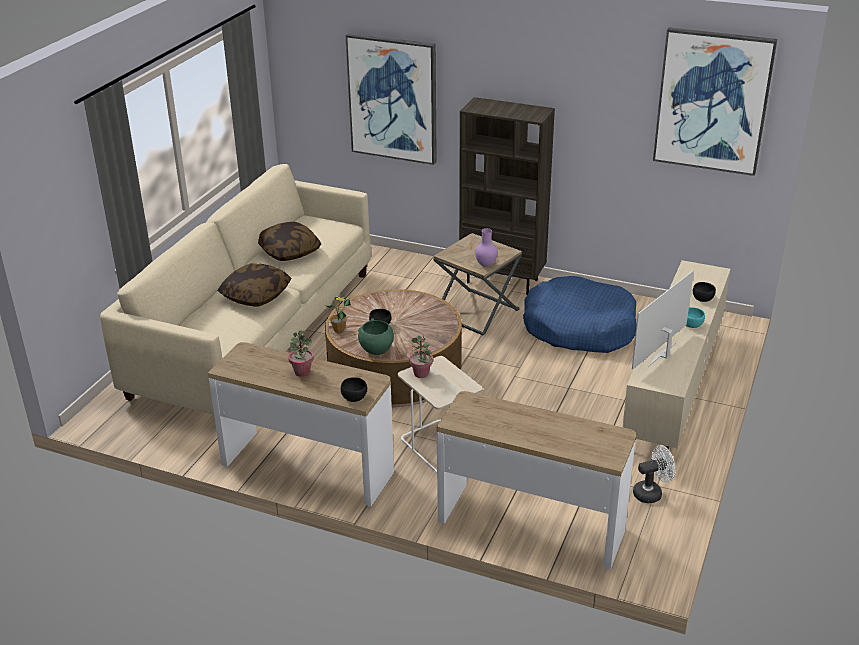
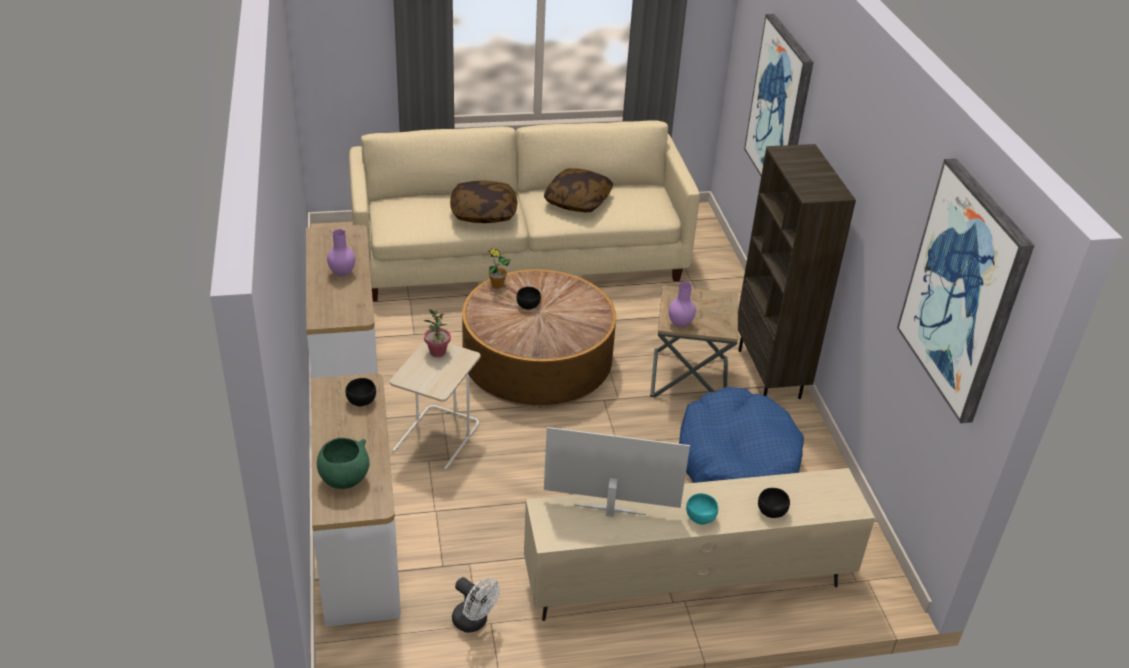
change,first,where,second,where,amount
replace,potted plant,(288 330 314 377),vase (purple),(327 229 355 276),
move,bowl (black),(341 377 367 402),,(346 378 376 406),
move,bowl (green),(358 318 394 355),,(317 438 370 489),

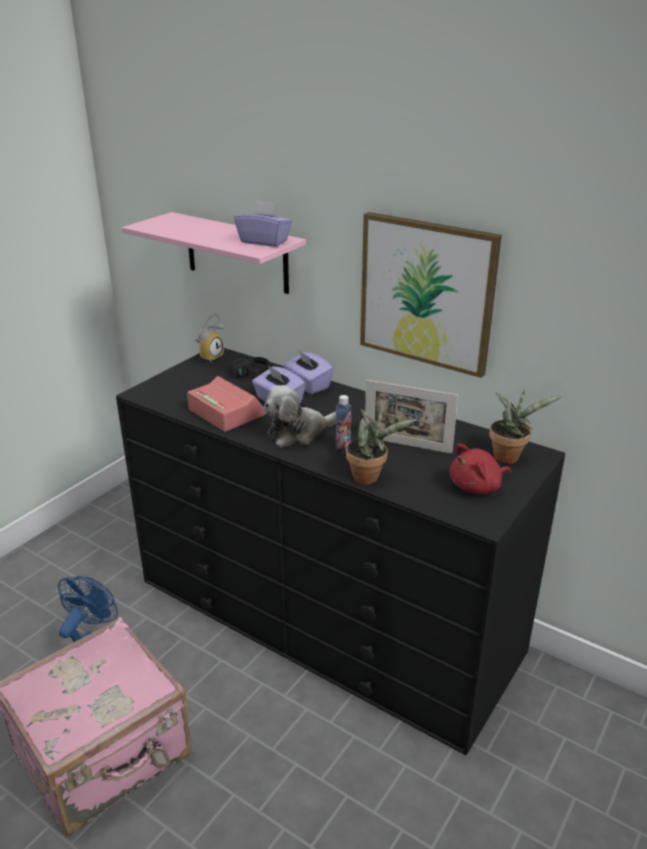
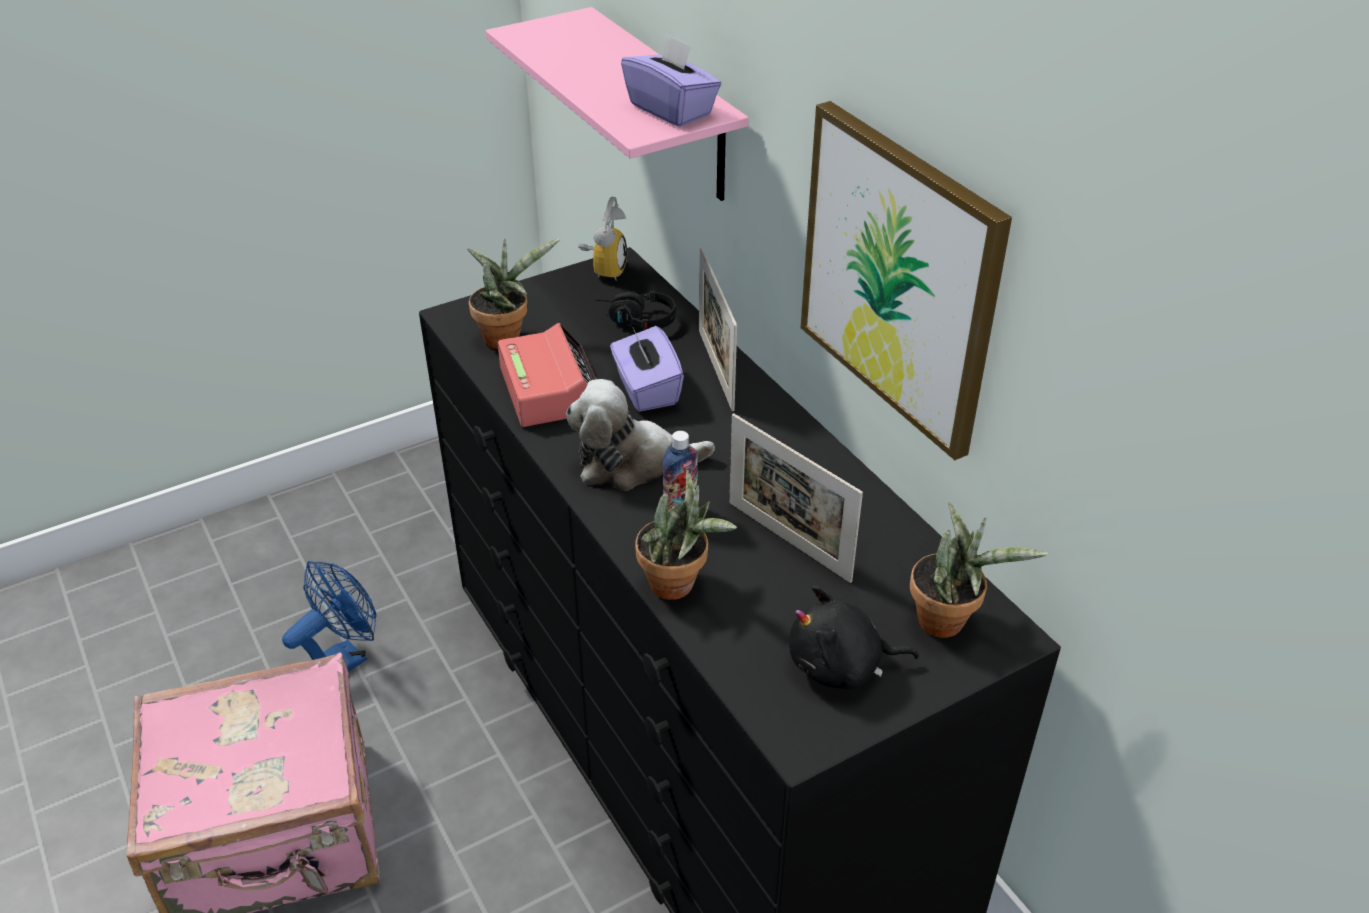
change,first,where,second,where,amount
rotate,alarm clock,(194 314 224 362),,(578 197 627 281),45 degrees counterclockwise
replace,tissue box (purple),(283 350 334 394),picture frame,(699 248 737 411),
recolor,plush toy (red),(450 444 512 494),plush toy (black),(789 586 919 689),
insert,,,potted plant,(467 238 560 349),

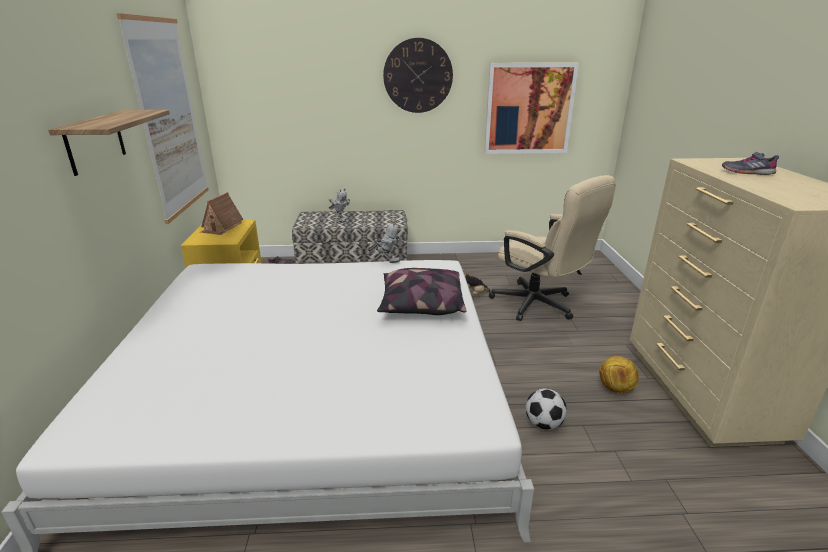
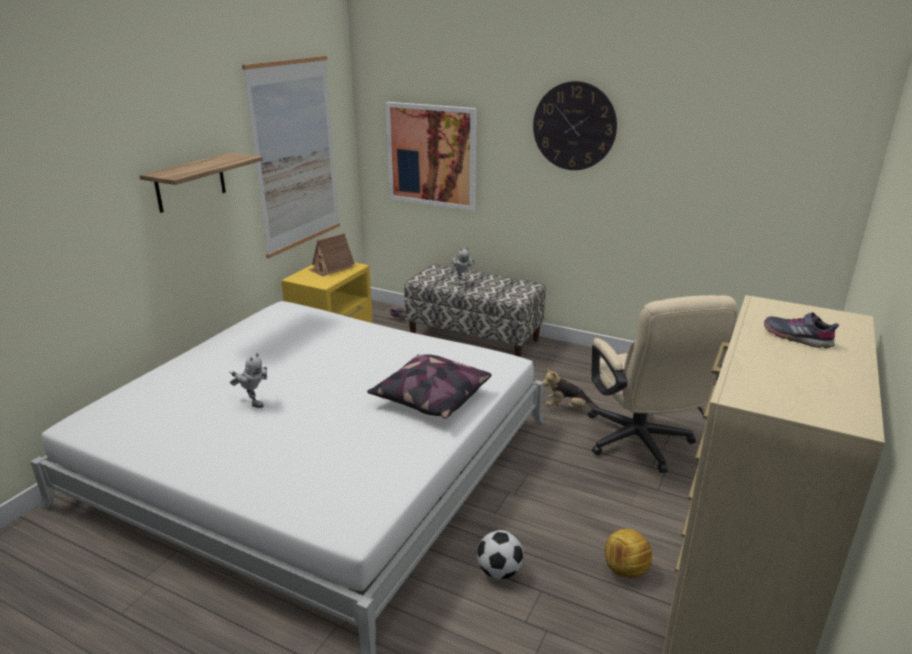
change,first,where,second,where,amount
move,toy robot,(368 221 402 263),,(229 353 267 408),
move,picture,(484 63 579 154),,(386 102 477 211),

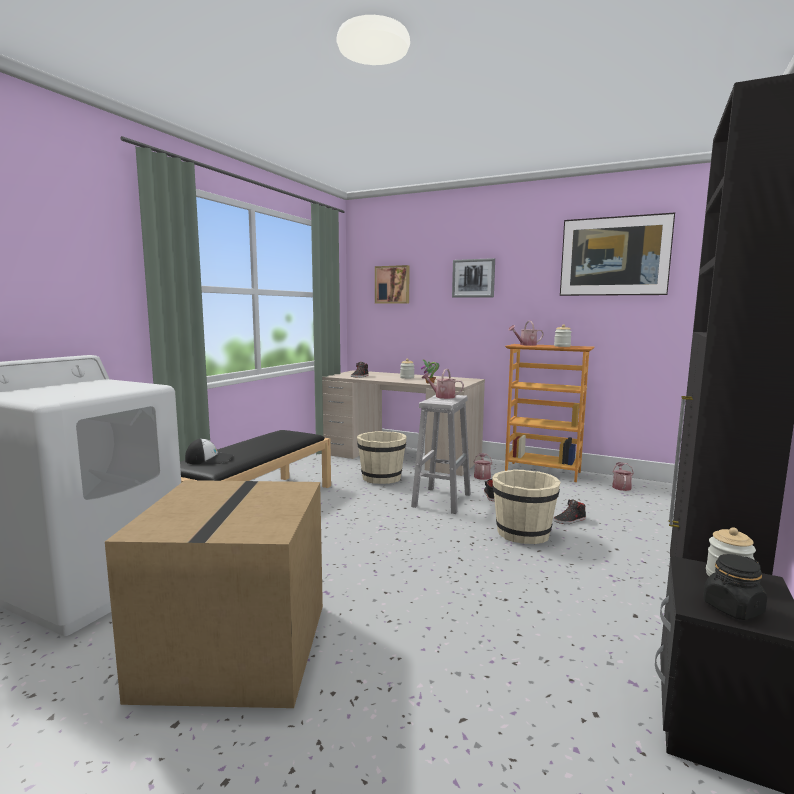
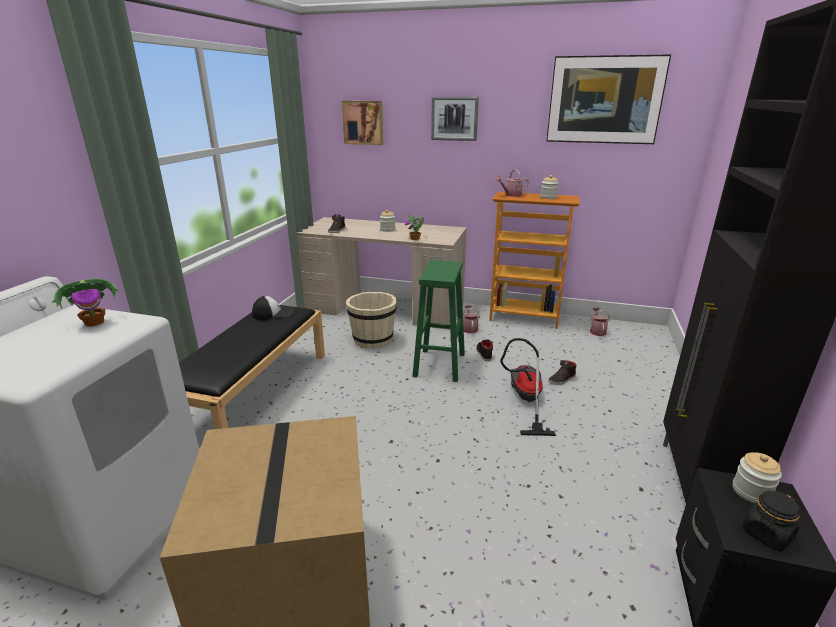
change,first,where,second,where,amount
move,cap,(185 439 233 464),,(252 296 294 320),
recolor,stool (white),(411 395 471 514),stool (green),(412 260 465 382),
delete,watering can,(422 369 464 399),,,
replace,bucket (beige),(492 469 561 544),vacuum cleaner,(500 338 556 436),
insert,,,potted plant,(52 279 119 327),

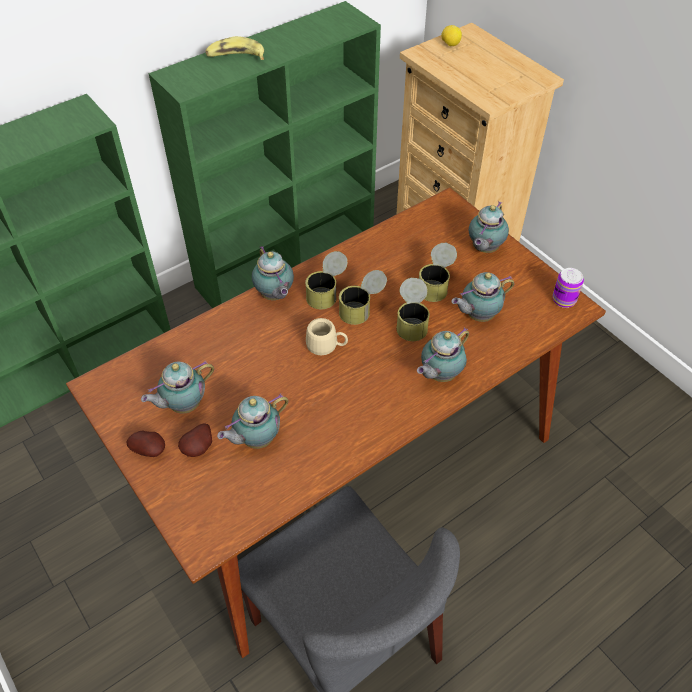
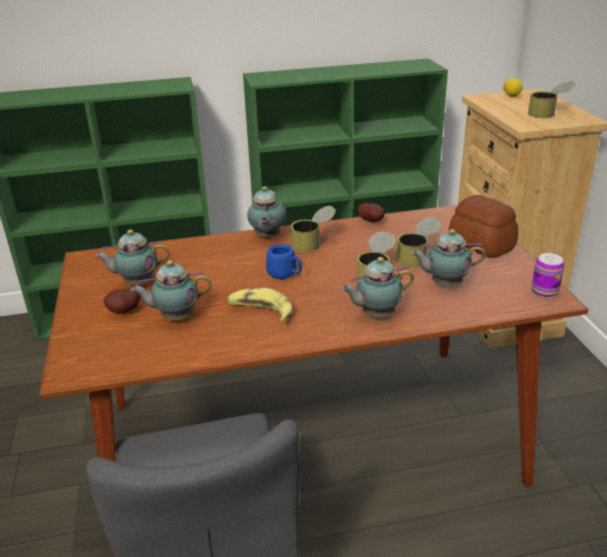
change,first,where,second,where,amount
move,potato,(126 430 165 457),,(357 203 385 222),
move,banana,(206 36 264 60),,(227 288 293 322),
recolor,mug (beige),(306 318 348 355),mug (blue),(266 244 302 279),
move,can,(339 270 387 325),,(528 81 575 118),
replace,teapot,(469 202 509 253),bread,(449 195 518 258),

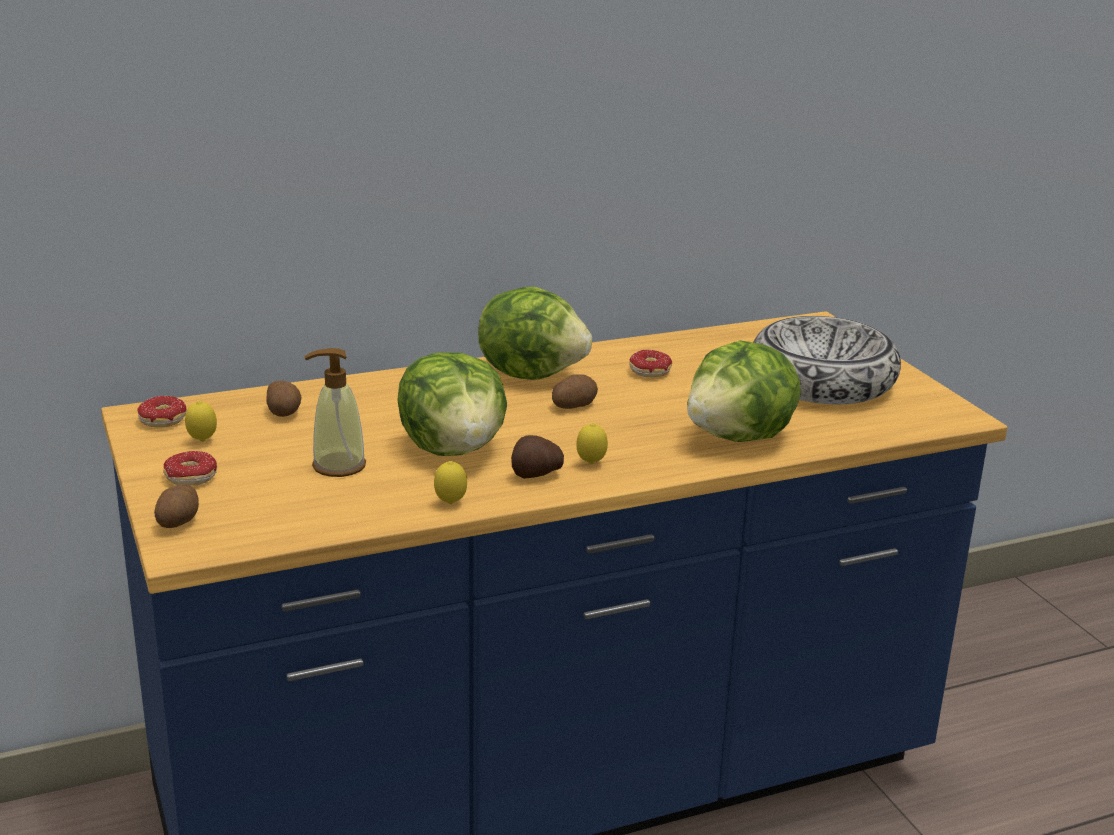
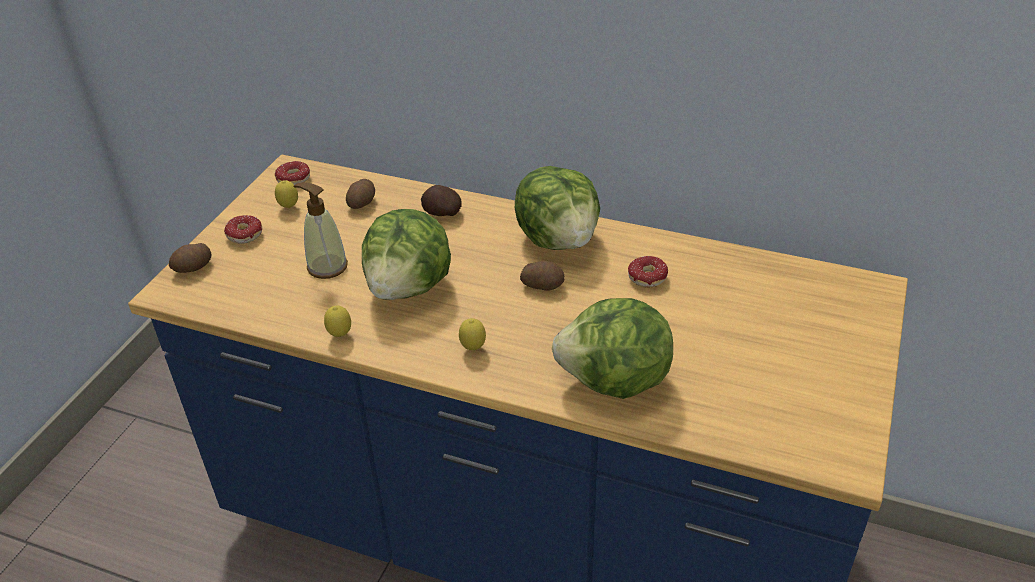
change,first,where,second,where,amount
move,potato,(511 435 564 479),,(421 185 462 216),
delete,bowl,(753 316 901 404),,,

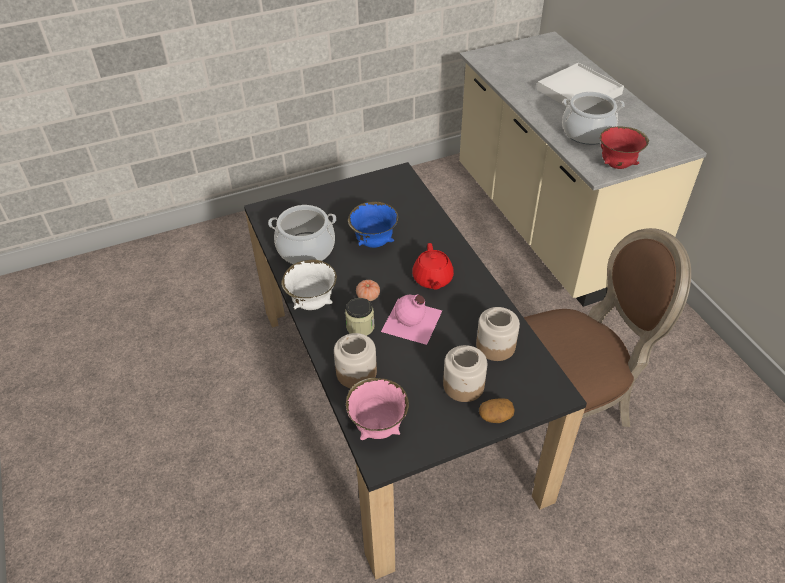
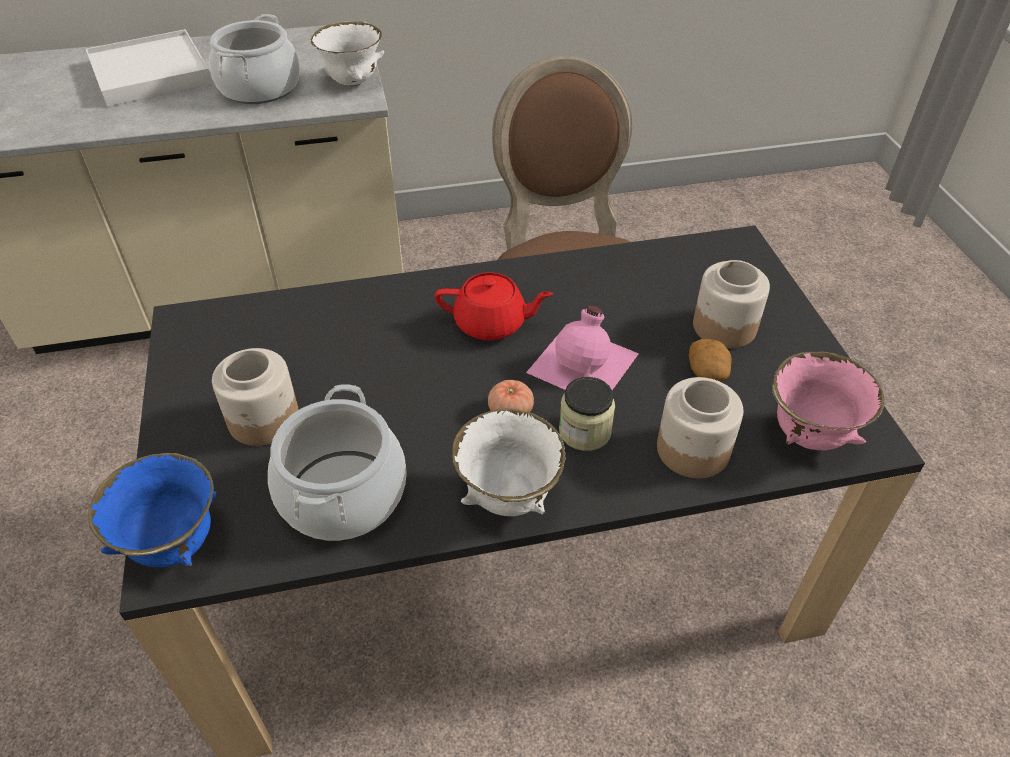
change,first,where,second,where,amount
move,bowl (blue),(347 202 398 248),,(88 453 216 568),
move,jar,(476 307 520 361),,(212 348 299 446),
move,potato,(479 398 515 423),,(689 339 732 382),
recolor,bowl (red),(600 127 649 169),bowl (white),(311 21 385 86),

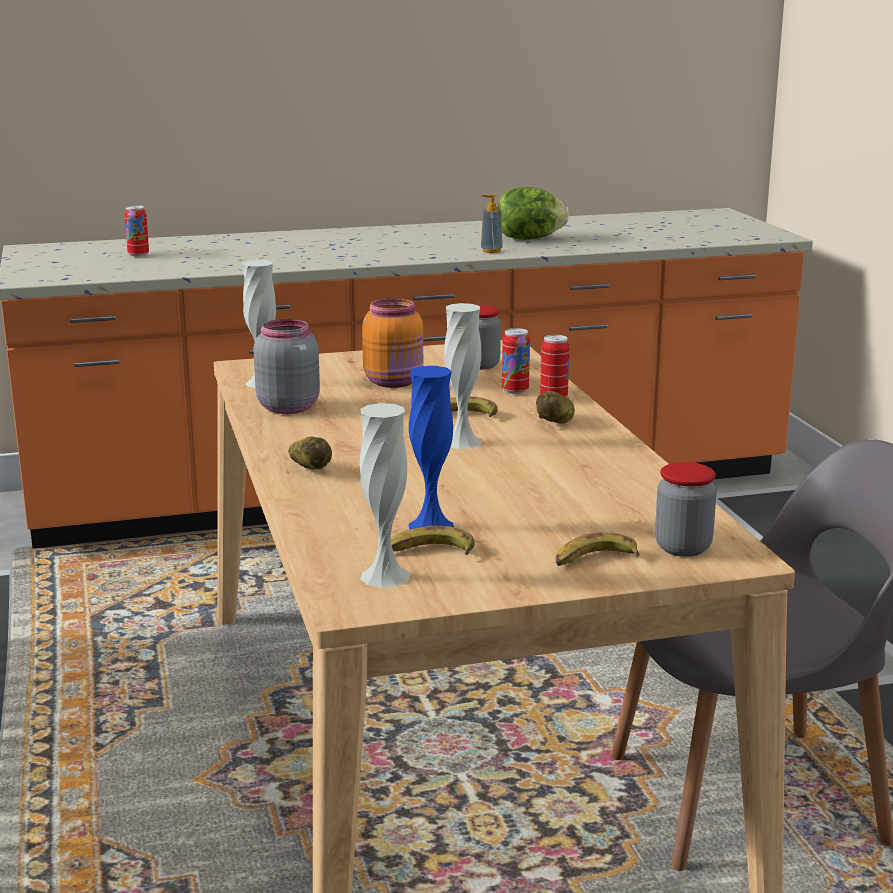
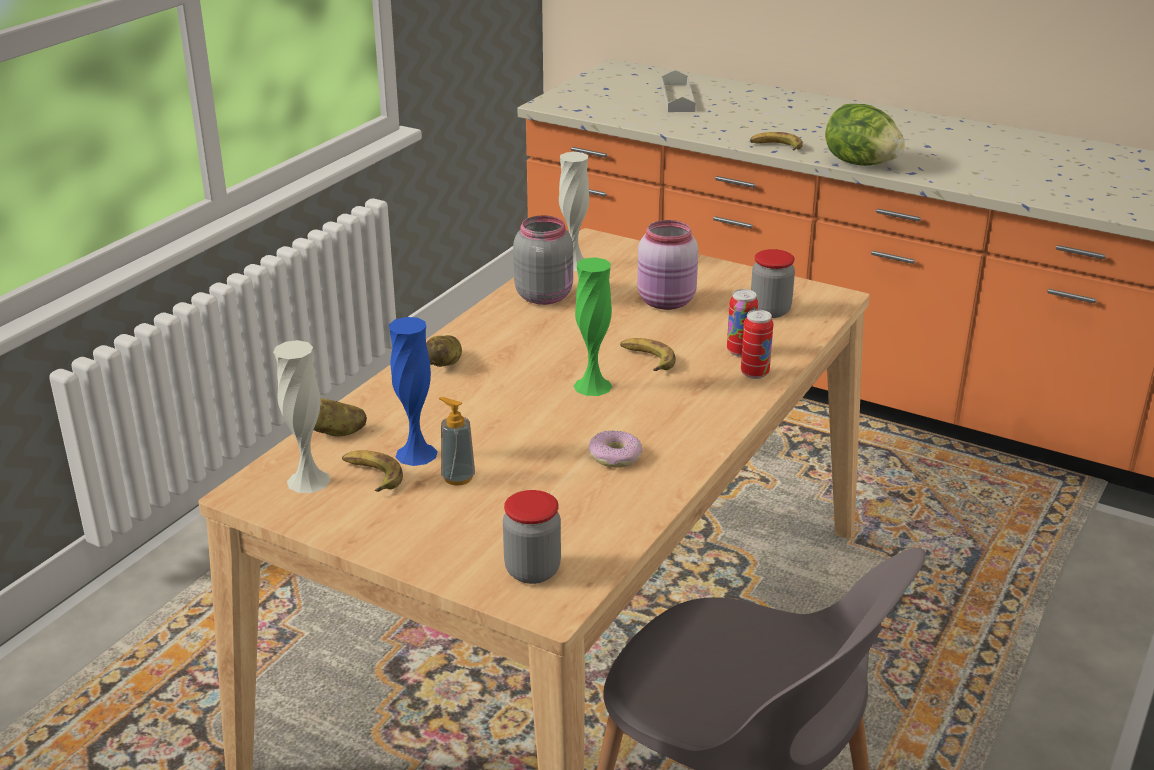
change,first,where,second,where,amount
replace,can,(124 205 149 257),tray (grey),(661 70 696 112),
recolor,jar (orange),(362 298 423 388),jar (pink),(637 220 698 310),
recolor,vase (white),(444 303 482 449),vase (green),(574 257 612 396),
move,soap dispenser,(481 194 503 253),,(439 397 475 486),
move,lettuce,(498 187 569 240),,(825 104 905 166),
move,potato,(536 391 575 423),,(314 399 367 437),
move,banana,(555 532 639 566),,(750 132 803 150),
insert,,,donut,(588 430 642 468),

